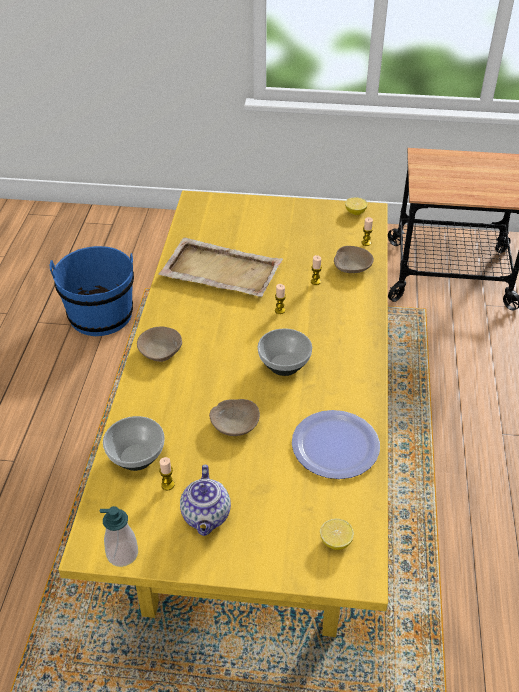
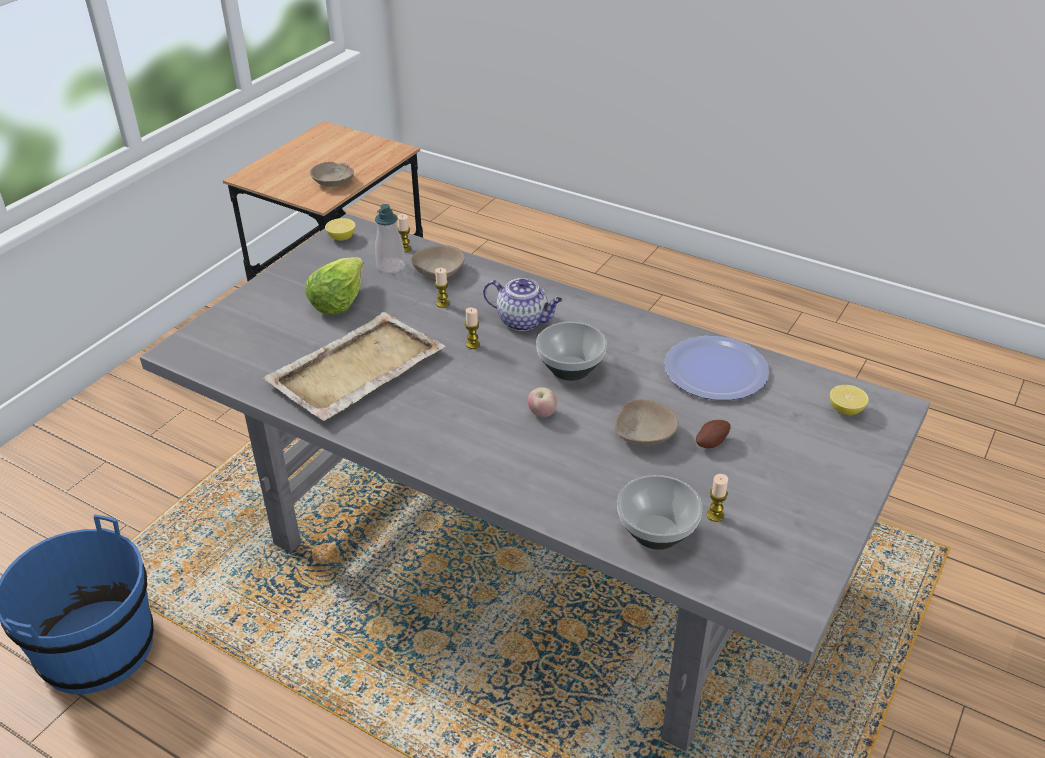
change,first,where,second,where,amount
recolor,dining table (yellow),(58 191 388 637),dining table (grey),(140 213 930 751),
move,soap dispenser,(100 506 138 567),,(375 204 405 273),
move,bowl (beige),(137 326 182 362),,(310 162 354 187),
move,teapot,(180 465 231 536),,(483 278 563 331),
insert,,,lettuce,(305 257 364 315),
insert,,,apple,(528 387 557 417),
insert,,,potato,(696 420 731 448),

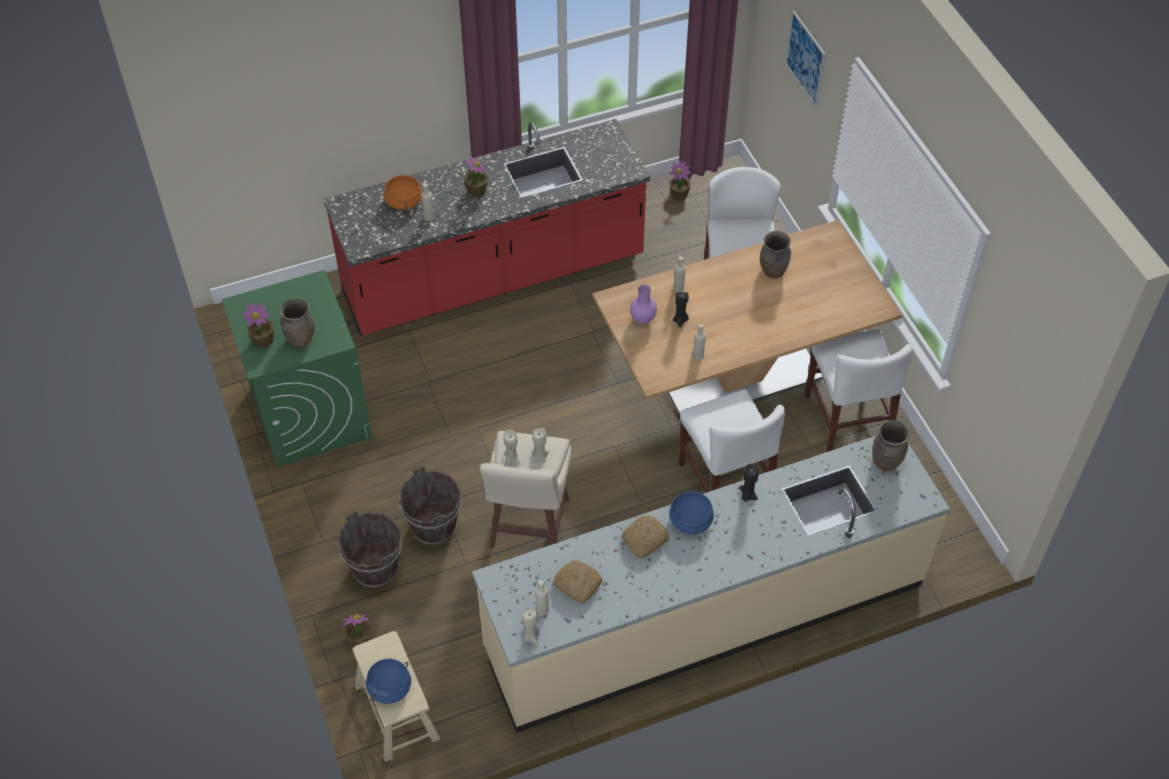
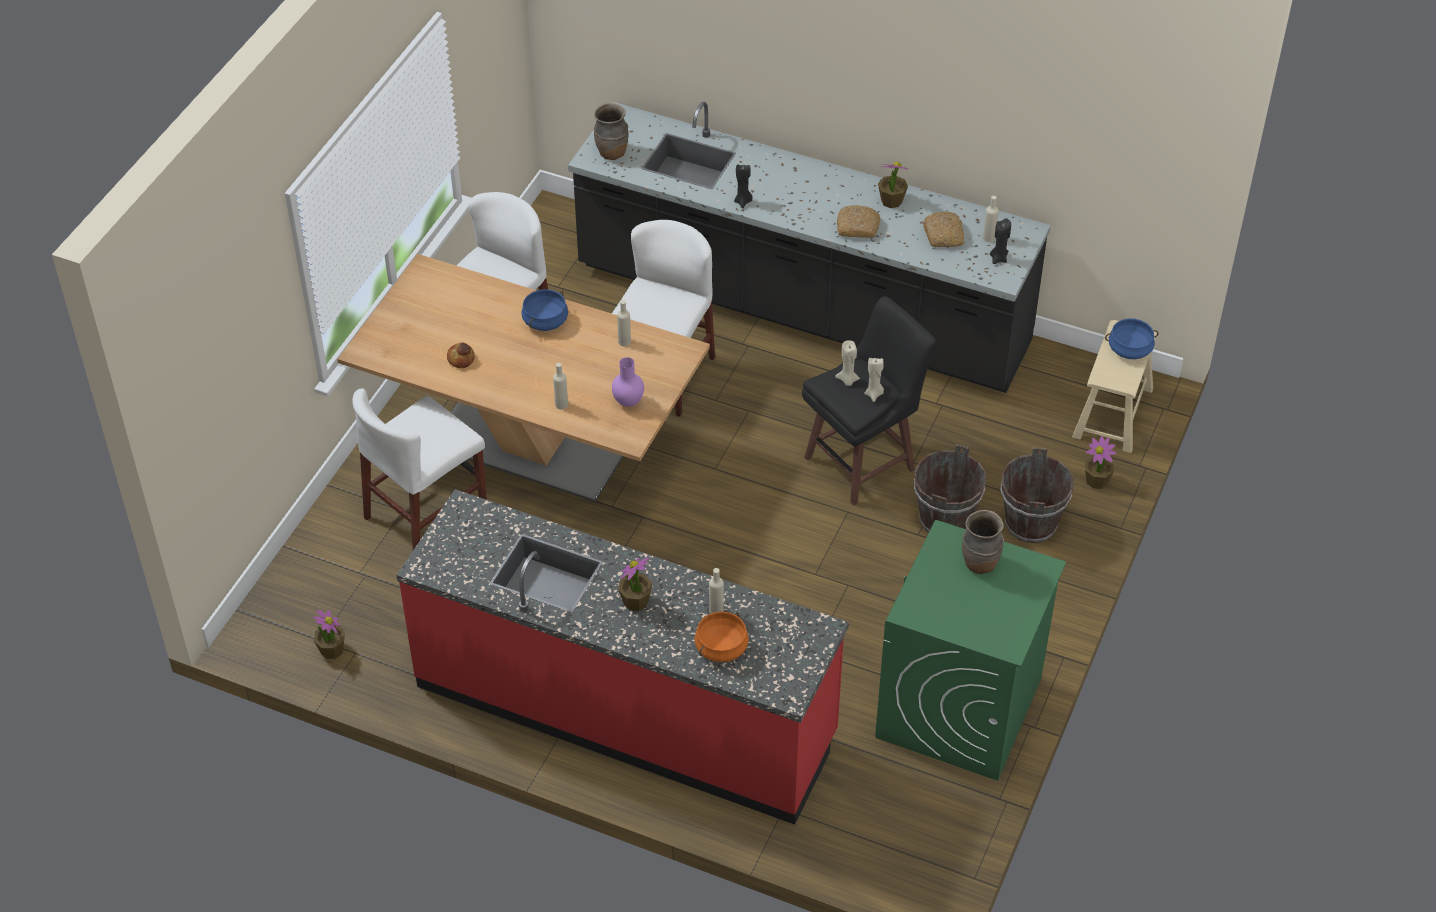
change,first,where,second,where,amount
move,potted plant,(242 302 274 348),,(878 161 909 208),
recolor,counter (beige),(472 435 950 733),counter (black),(568 102 1051 393),
recolor,stool (beige),(480 431 572 548),stool (black),(802 296 936 506),
delete,candle (beige),(522 608 539 645),,,
move,cooking pot (blue),(669 489 714 535),,(521 289 568 331),
move,candle (black),(673 292 689 328),,(990 218 1011 264),
replace,vase (brown),(760 231 791 278),bread,(447 342 475 368),
delete,picture,(785 11 826 108),,,

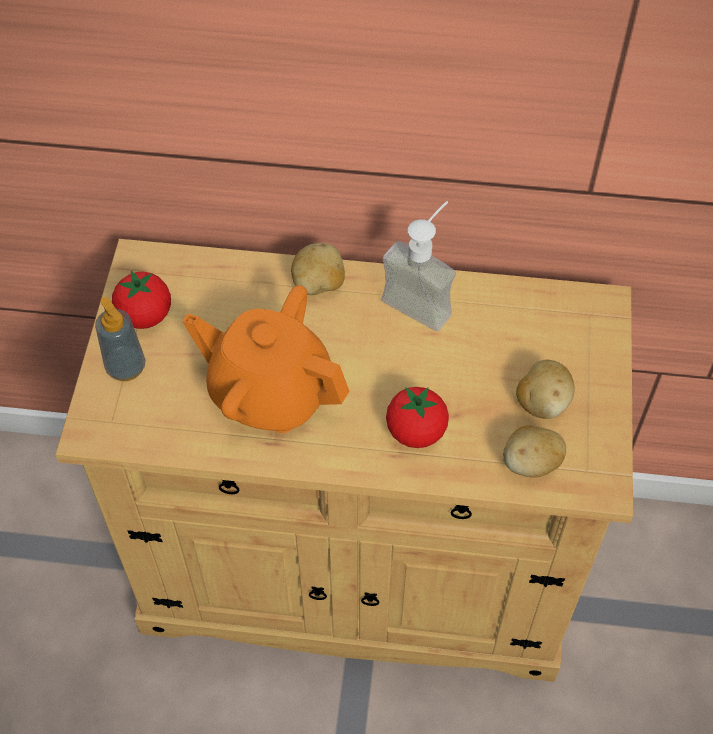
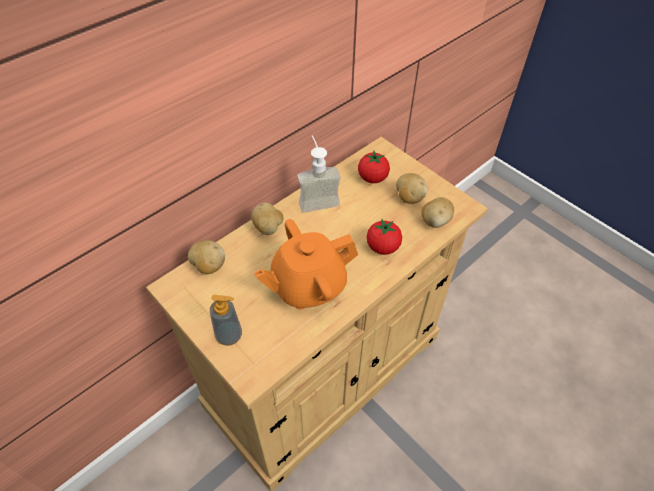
change,first,where,second,where,amount
move,tomato,(112 270 171 329),,(358 151 390 183),
insert,,,potato,(188 240 225 274),

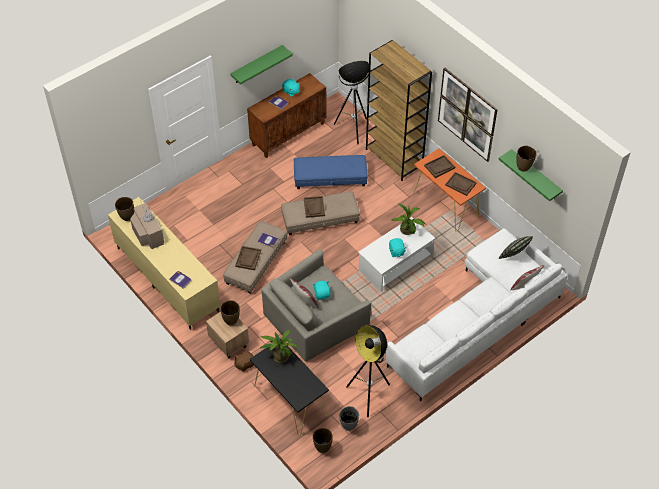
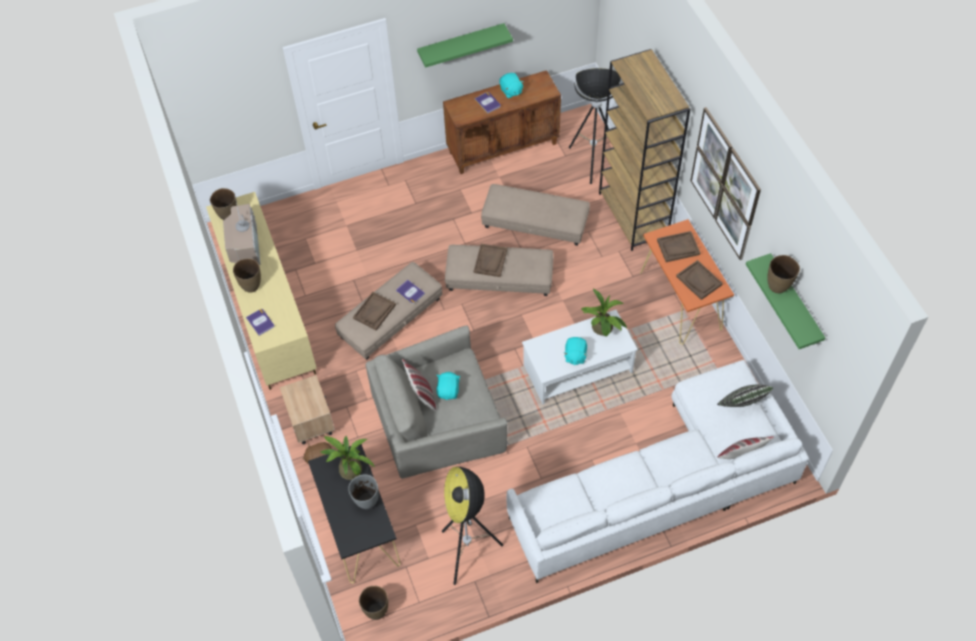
change,first,where,second,where,amount
move,vase (brown),(220 300 240 325),,(233 258 261 293),
recolor,ottoman (blue),(294 155 368 189),ottoman (beige),(481 184 590 246),
move,vase (grey),(339 406 359 431),,(348 474 379 509),

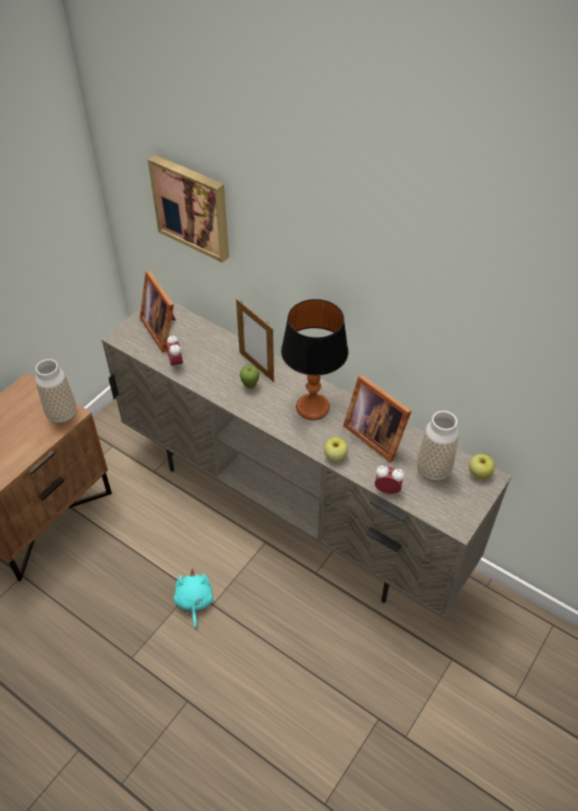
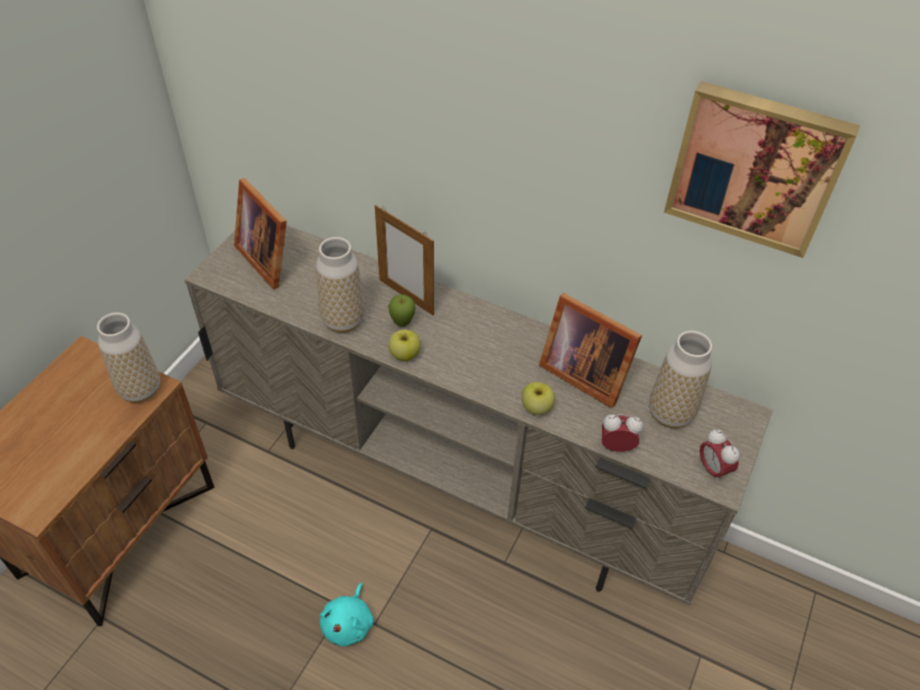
change,first,where,second,where,amount
move,picture,(148 155 229 263),,(664 81 860 258),
move,alarm clock,(166 334 183 367),,(700 429 740 483),
rotate,plush toy (turquoise),(174 569 213 629),,(320 583 374 646),150 degrees counterclockwise
delete,table lamp,(281 299 348 420),,,
move,apple,(469 454 495 479),,(388 329 421 361),
insert,,,vase,(316 237 365 333),

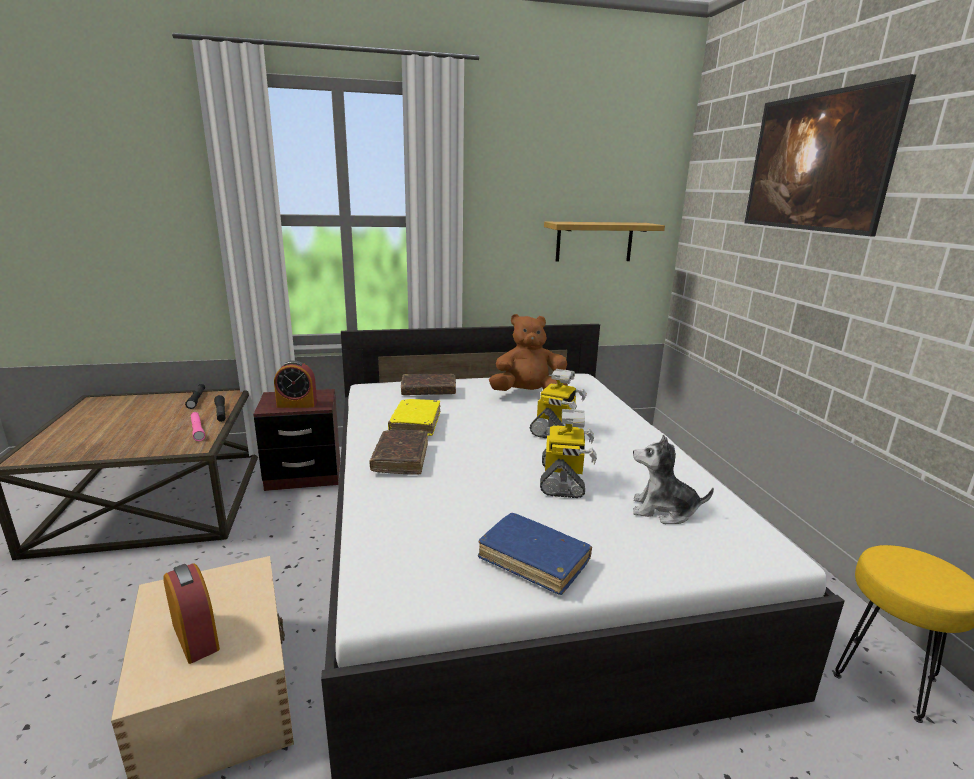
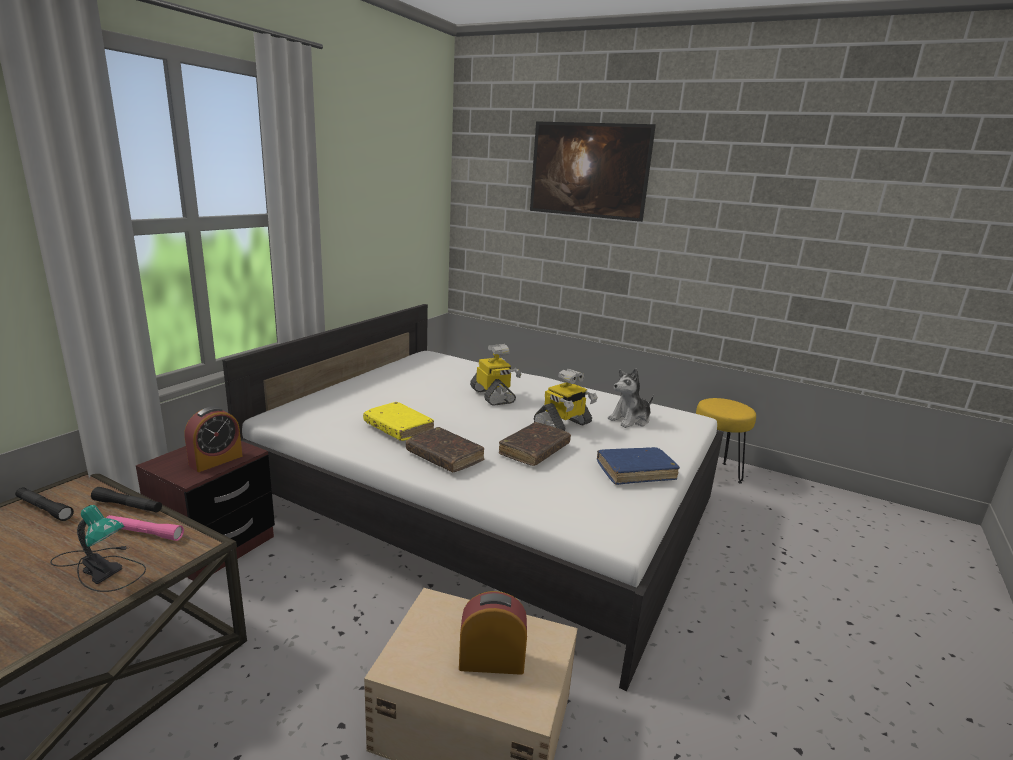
change,first,where,second,where,amount
move,book (brown),(401 374 456 395),,(499 422 571 466),
delete,plush toy (brown),(489 314 568 391),,,
rotate,toy robot,(540 409 597 498),,(534 368 598 431),90 degrees clockwise
delete,shelf,(544 222 665 261),,,
insert,,,table lamp,(50 505 146 592),

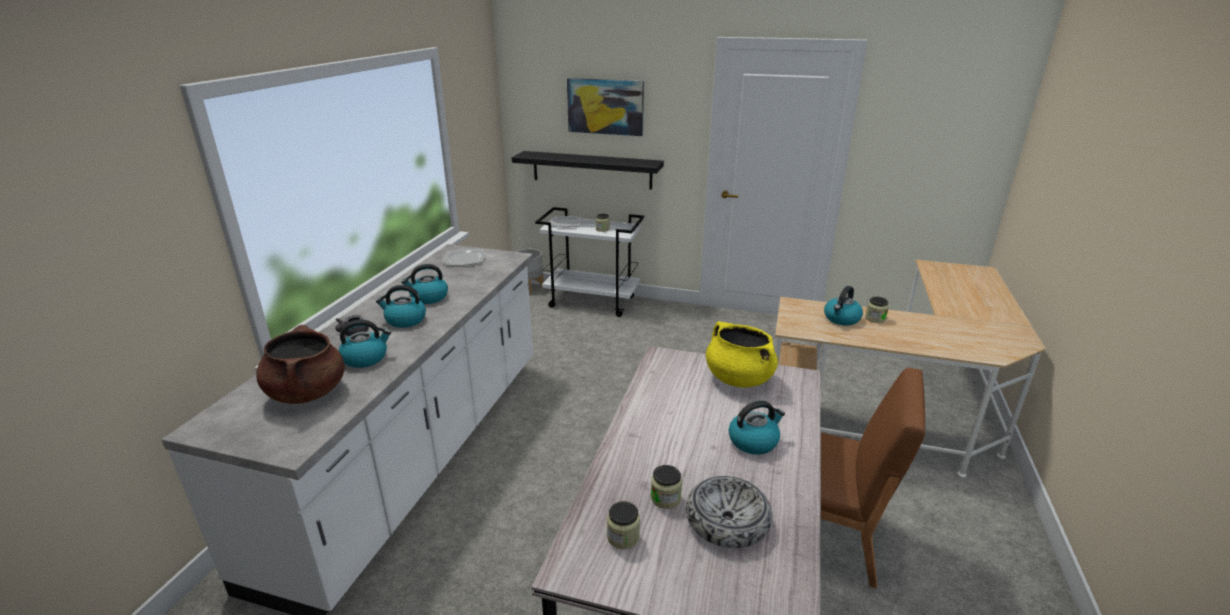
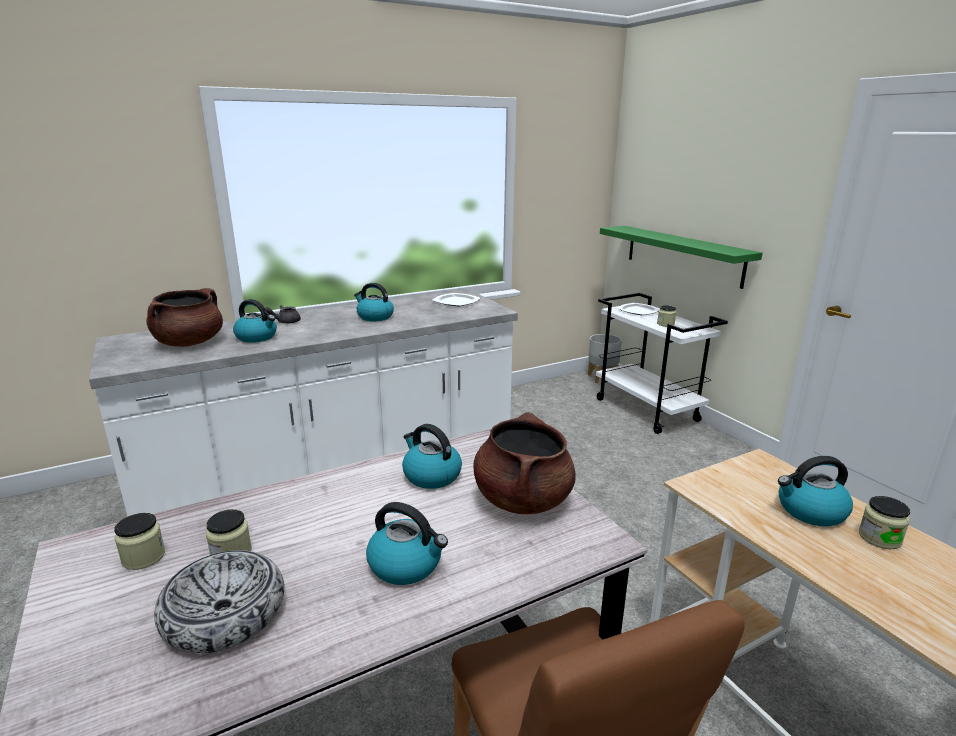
change,first,where,second,where,amount
move,kettle,(376 285 426 328),,(402 424 462 489),
recolor,shelf (black),(512 151 664 190),shelf (green),(600 226 763 289),
delete,picture,(567 78 644 136),,,
recolor,cooking pot (yellow),(706 321 778 388),cooking pot (brown),(473 412 576 514),

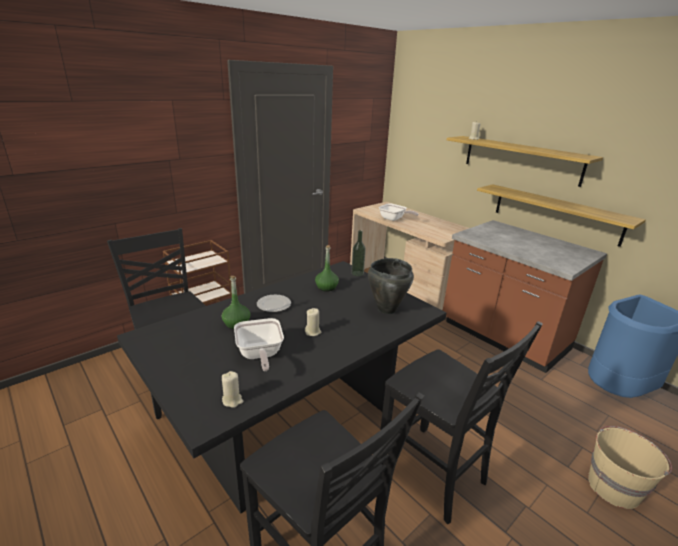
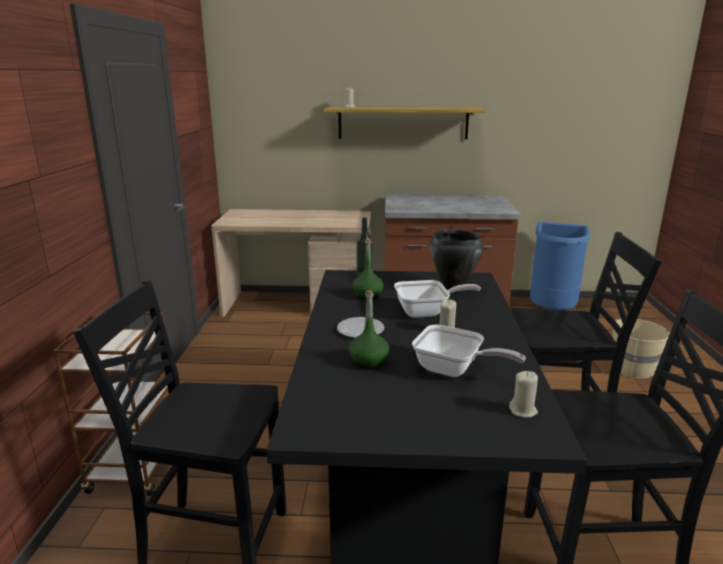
change,first,where,second,where,amount
move,frying pan,(379 203 418 221),,(394 280 481 318),
delete,shelf,(477 184 646 247),,,

